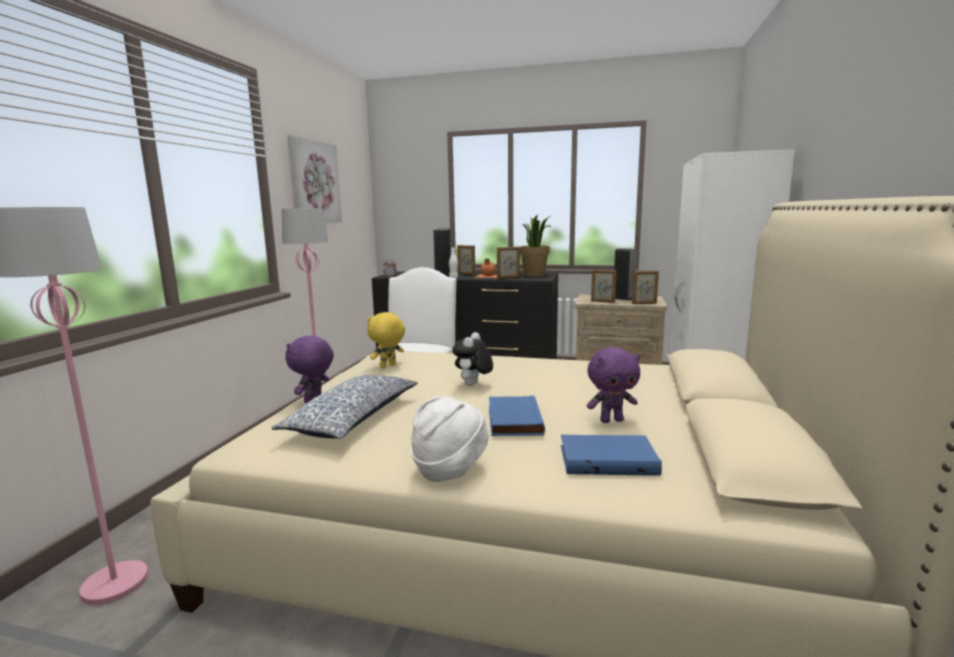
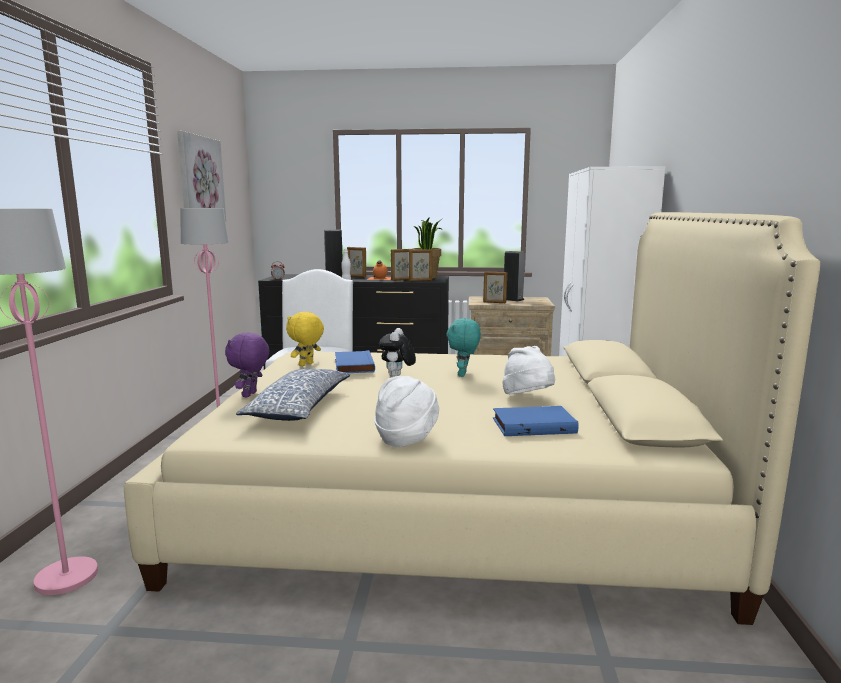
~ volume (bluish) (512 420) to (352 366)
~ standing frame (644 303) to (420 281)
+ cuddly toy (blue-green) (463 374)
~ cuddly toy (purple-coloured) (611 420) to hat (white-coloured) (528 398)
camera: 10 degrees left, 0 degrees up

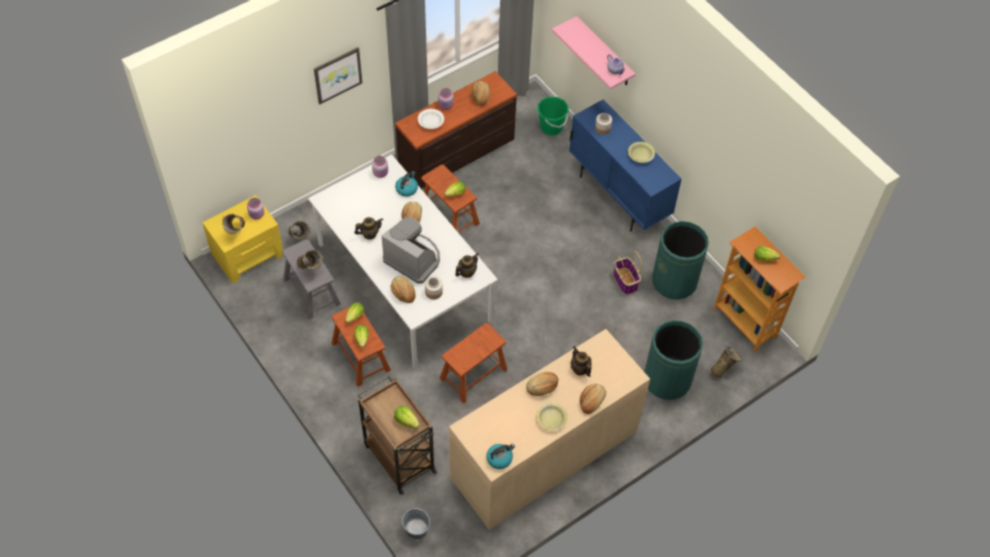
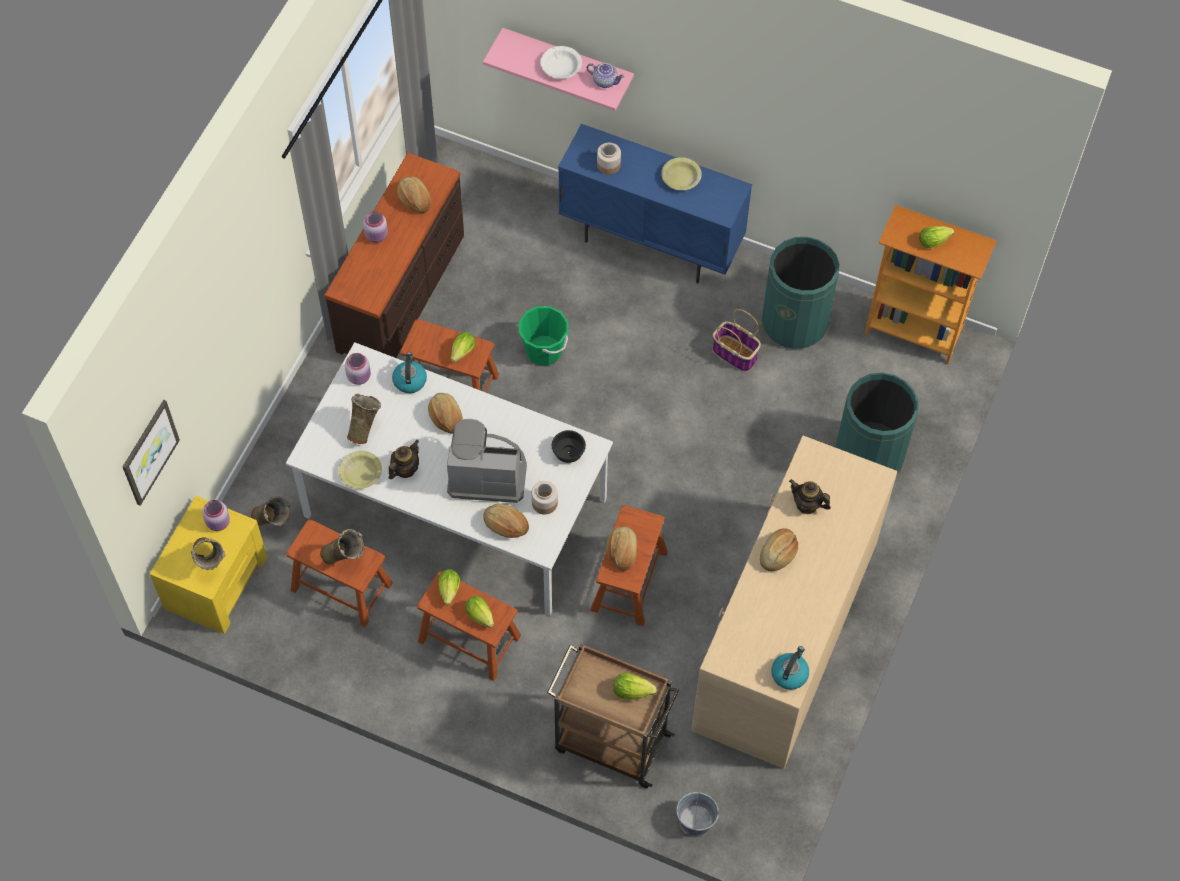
~ wall art (337 75) to (149 452)
~ stool (grey) (312 291) to stool (brownish) (341 586)
~ bowl (yellow-coloured) (551 419) to (360 473)
~ decorative vase (sand-coloured) (723 369) to (365 429)
~ pail (greenish) (551 127) to (544 351)
~ bowl (white-coloured) (431 122) to (561 67)
~ teapot (466 272) to bowl (black) (567 453)
~ bakery bread (592 401) to (622 551)
camera: 30 degrees left, 5 degrees up

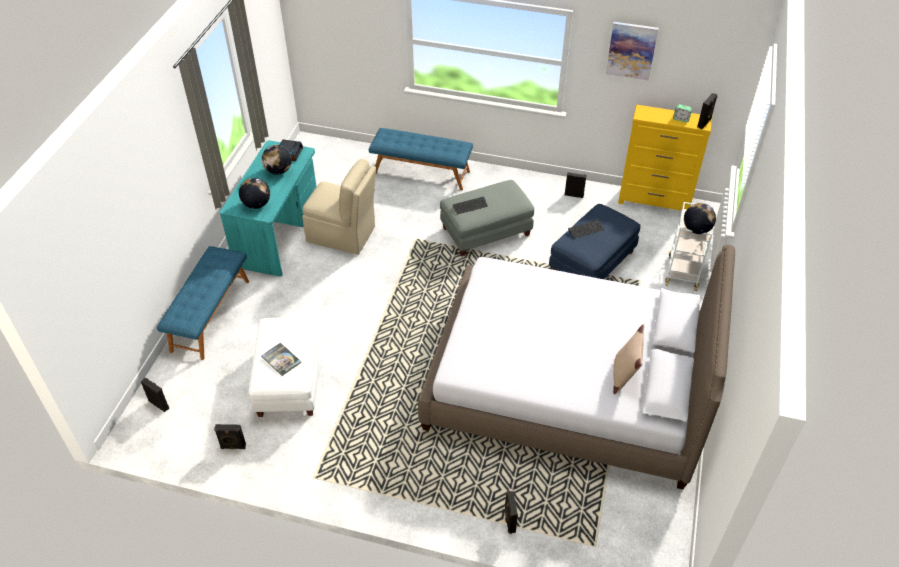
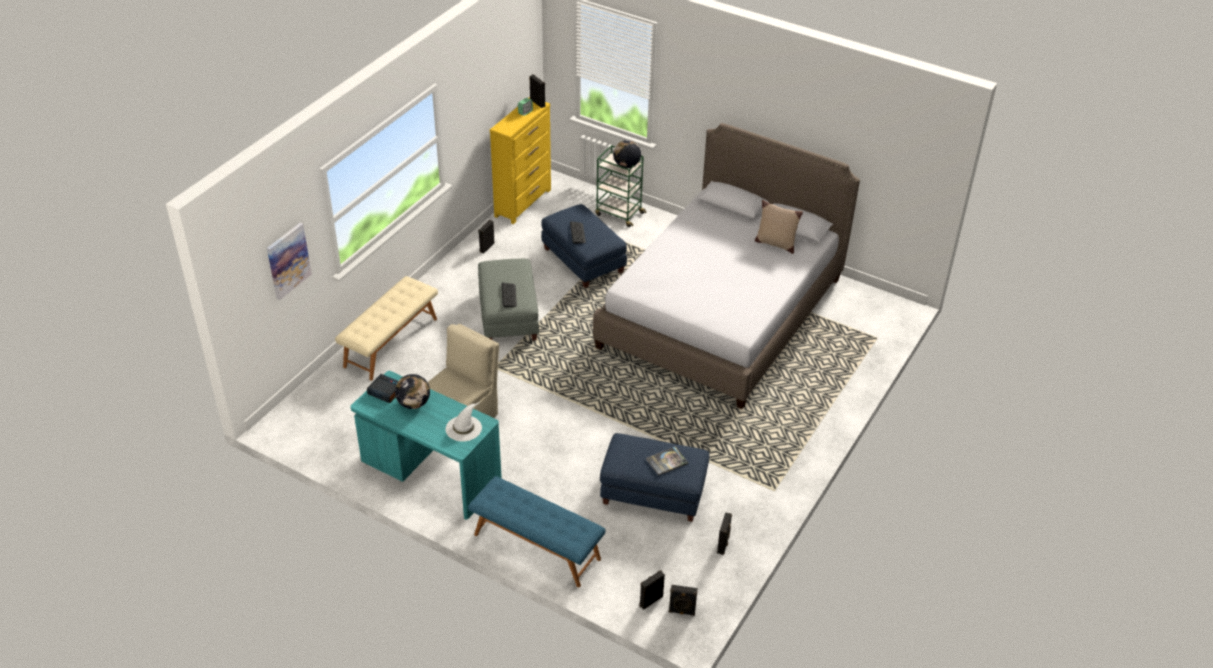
~ wall art (631 50) to (288 260)
~ indoor bench (bluish) (422 172) to indoor bench (sand-coloured) (390 342)
~ desk globe (257 204) to hat (white-coloured) (464 428)
~ wheeled cart (white-coloured) (682 272) to wheeled cart (greenish) (619 214)
~ pouffe (white-coloured) (289 380) to pouffe (bluish) (652 492)
~ loudspeaker (black) (509 521) to (681 612)
camera: 75 degrees left, 5 degrees down

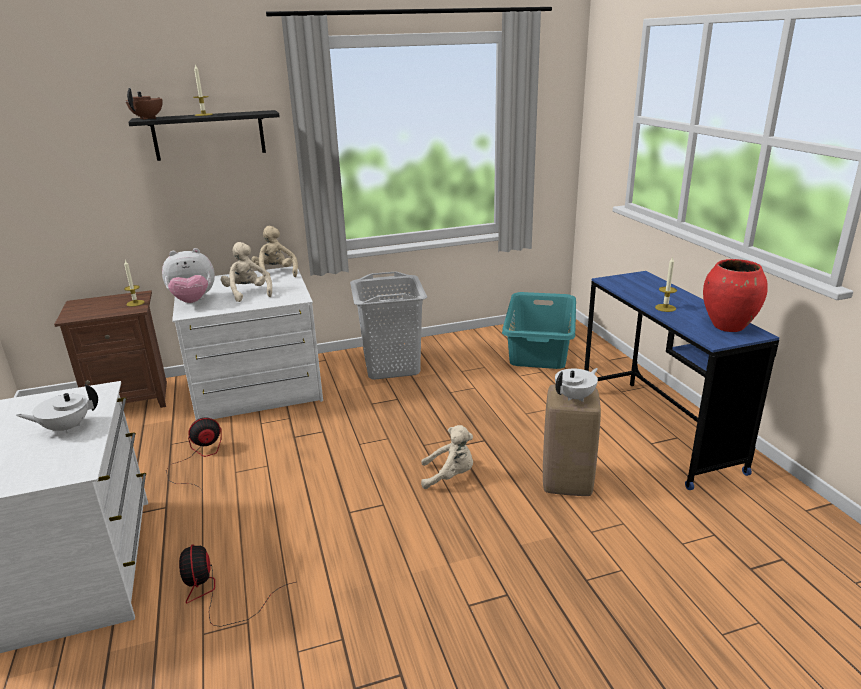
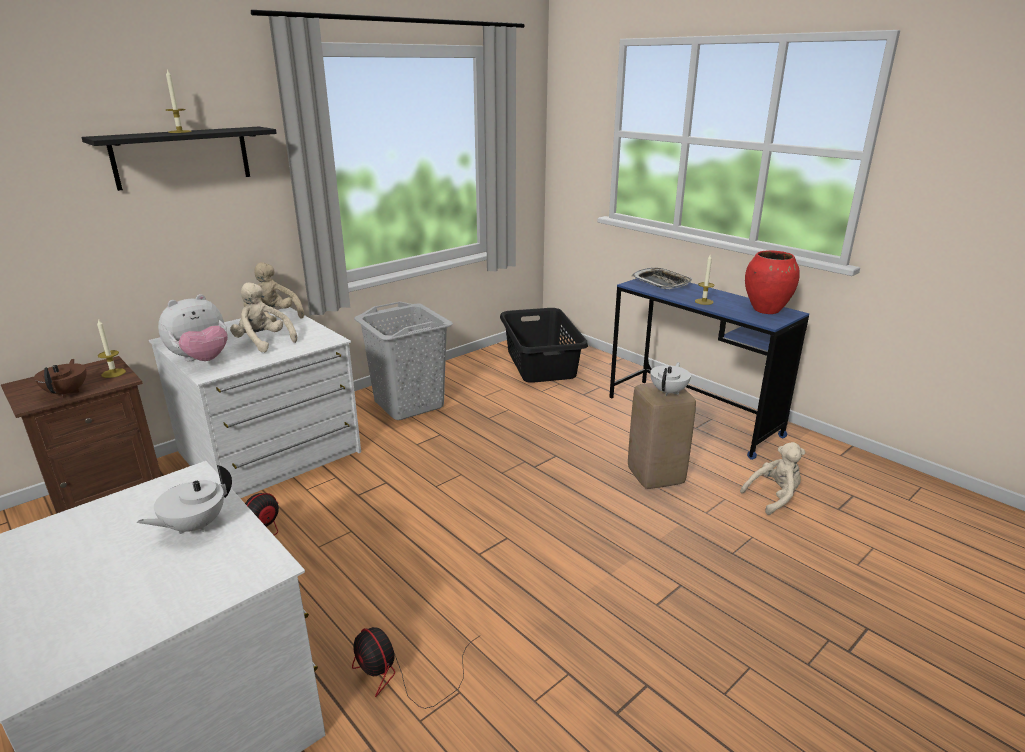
~ teapot (brownish) (148 118) to (67 392)
~ washing basket (blue-green) (540 349) to washing basket (black) (541 363)
+ carrying tray (661 283)
~ cuddly toy (sand-coloured) (450 476) to (774 497)
camera: 25 degrees left, 0 degrees up

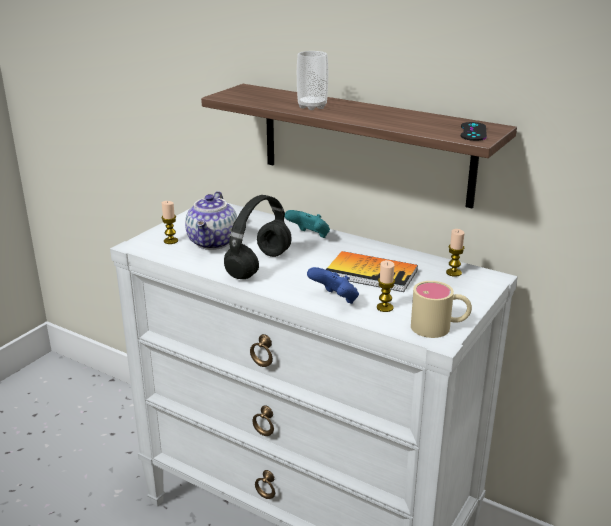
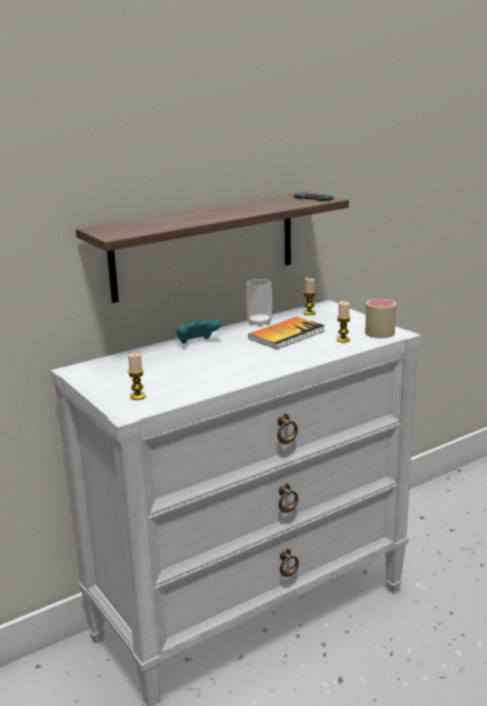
~ small cup (312 106) to (259 323)
- teapot (214 243)
- headphones (black) (259 264)
- gamepad (bluish) (335 300)
camera: 65 degrees left, 5 degrees down

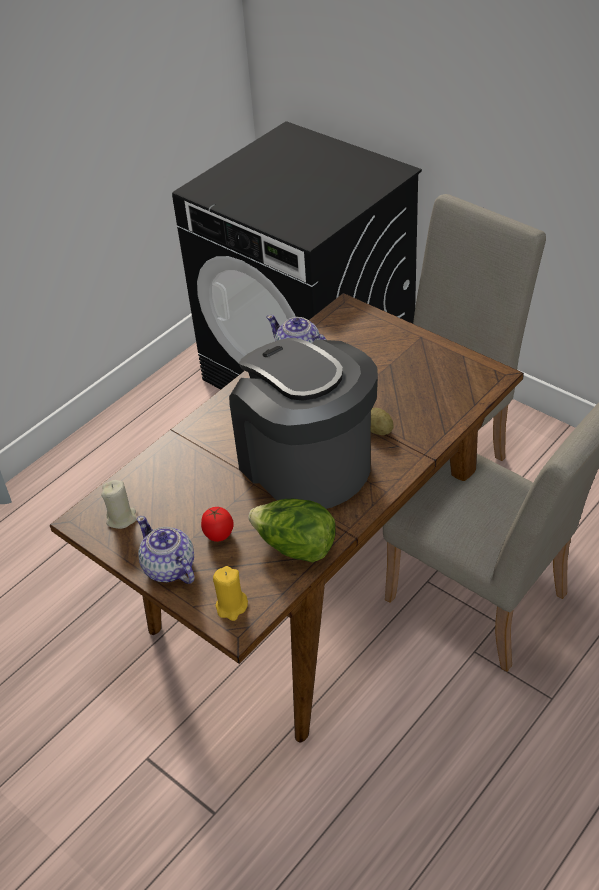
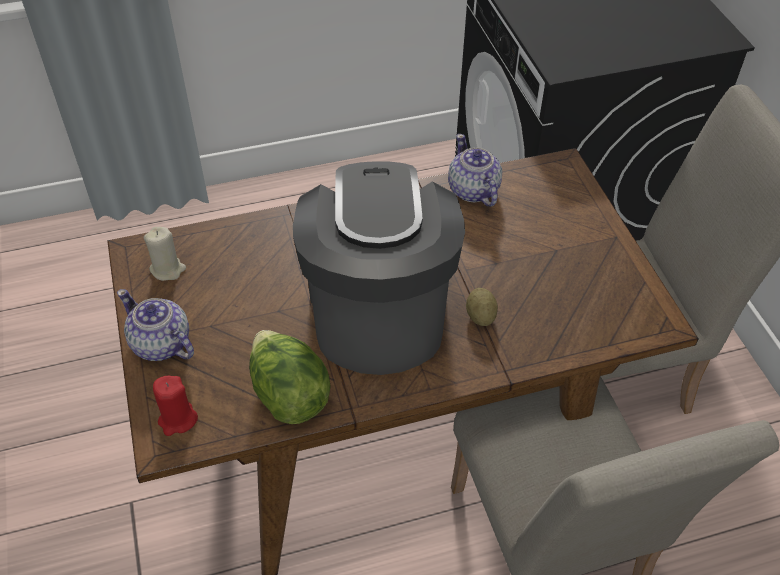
~ teapot (169 568) = (161 344) 45 degrees counterclockwise
~ wax light (yellow-coloured) (231 606) to wax light (reddish) (177 419)
- tomato (218 535)
camera: 30 degrees right, 5 degrees up

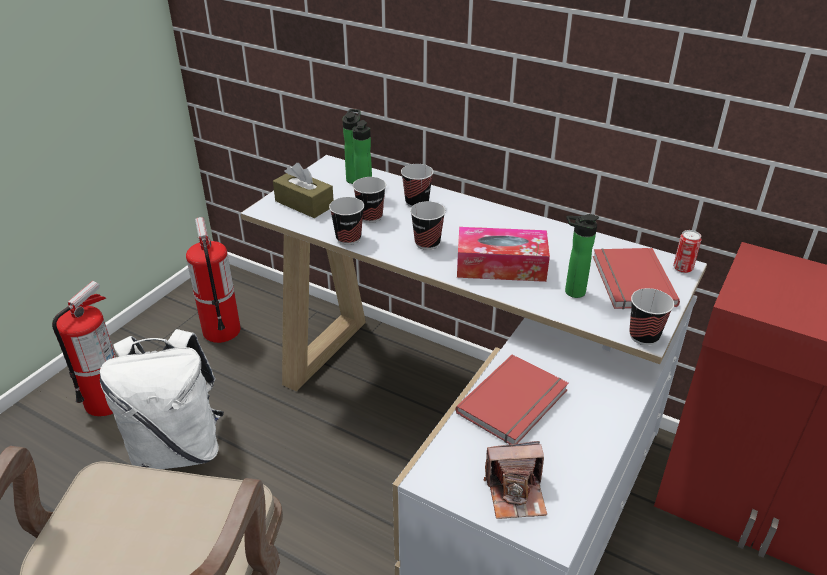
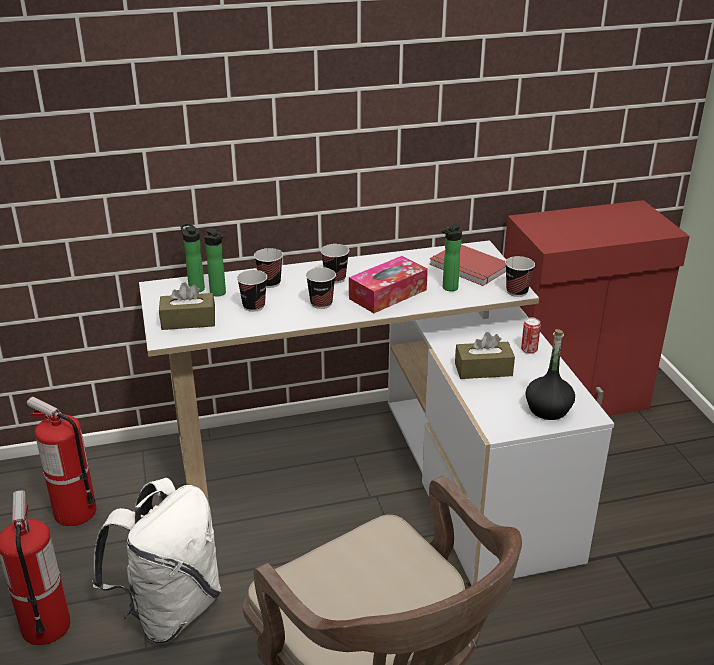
~ small cup (348 238) to (335 278)
~ volume (reddish) (515 403) to tissue holder (brownish) (483 369)
~ sealed can (682 268) to (529 350)
~ still camera (516 494) to drink bottle (black) (548 409)
camera: 45 degrees left, 5 degrees down

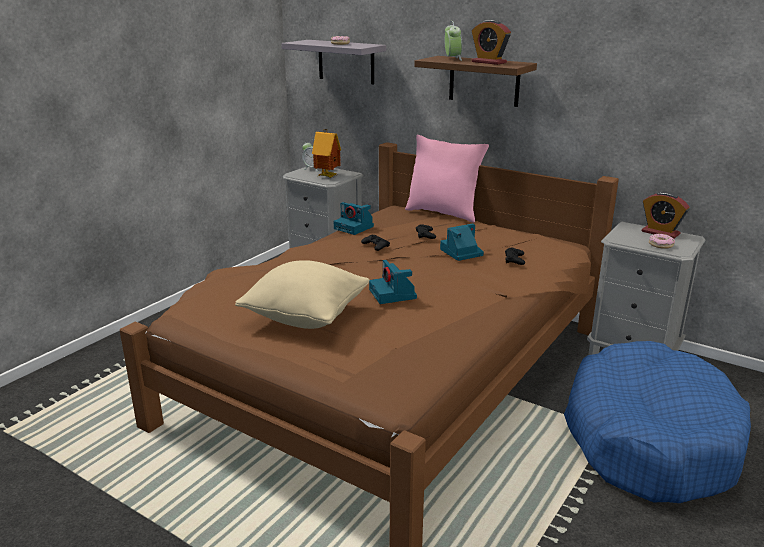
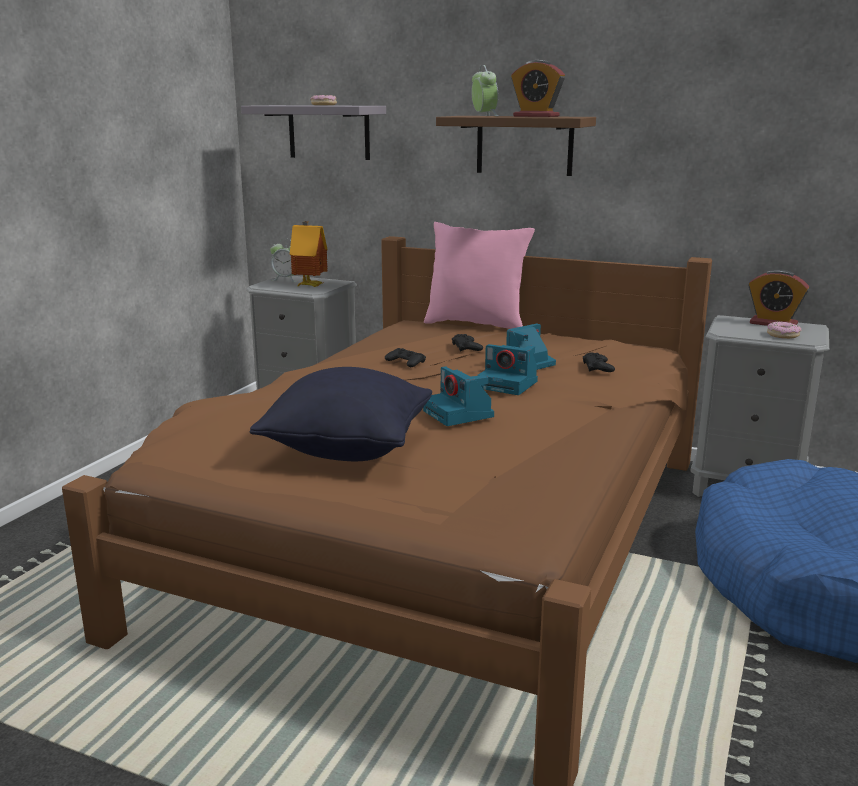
~ pillow (sand-coloured) (306 317) to pillow (black) (348 449)
~ still camera (354 227) to (509 385)
camera: 10 degrees left, 5 degrees down

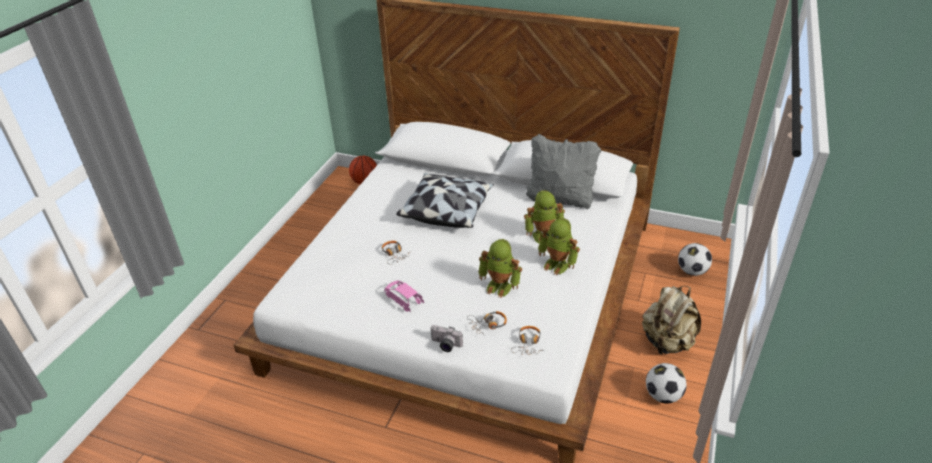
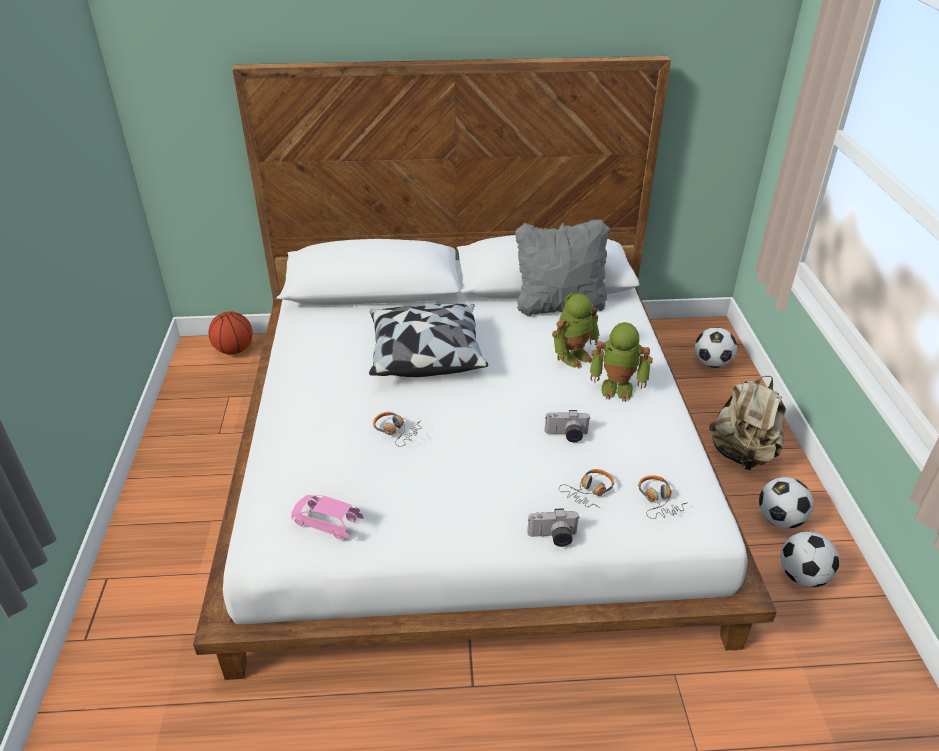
~ model car (pinkish) (403 300) to (326 523)
~ model robot (500 286) to still camera (566 435)
+ football ball (802 576)
camera: 25 degrees left, 0 degrees up

